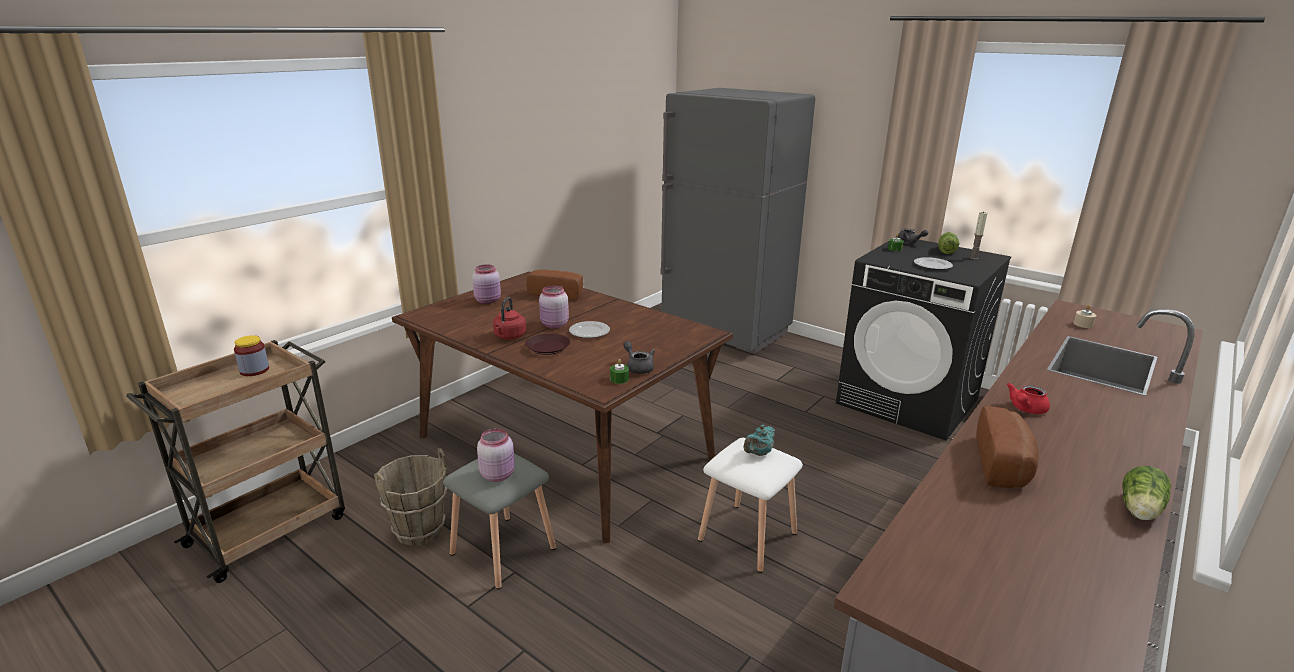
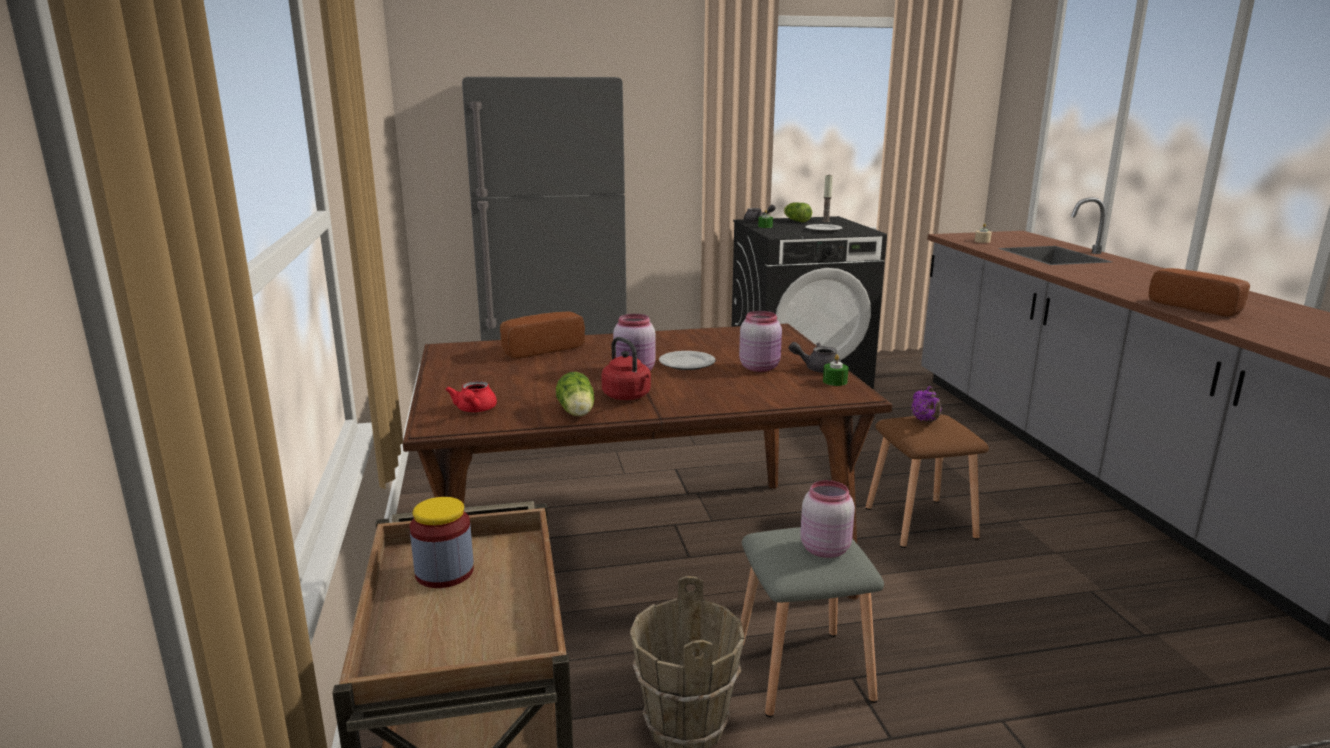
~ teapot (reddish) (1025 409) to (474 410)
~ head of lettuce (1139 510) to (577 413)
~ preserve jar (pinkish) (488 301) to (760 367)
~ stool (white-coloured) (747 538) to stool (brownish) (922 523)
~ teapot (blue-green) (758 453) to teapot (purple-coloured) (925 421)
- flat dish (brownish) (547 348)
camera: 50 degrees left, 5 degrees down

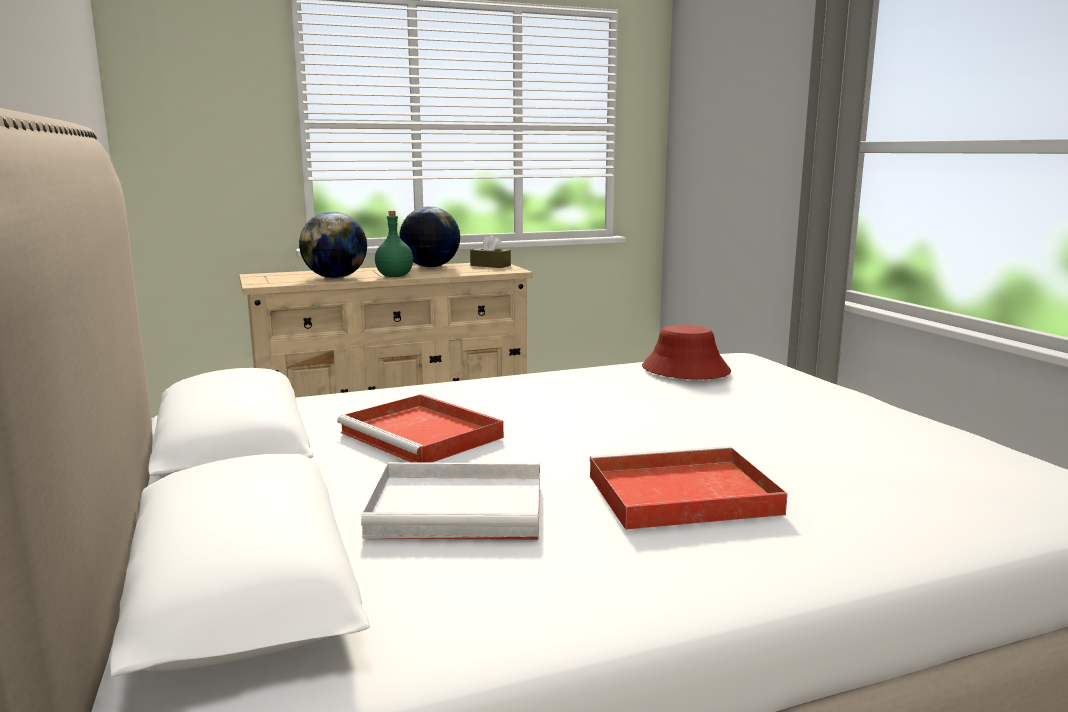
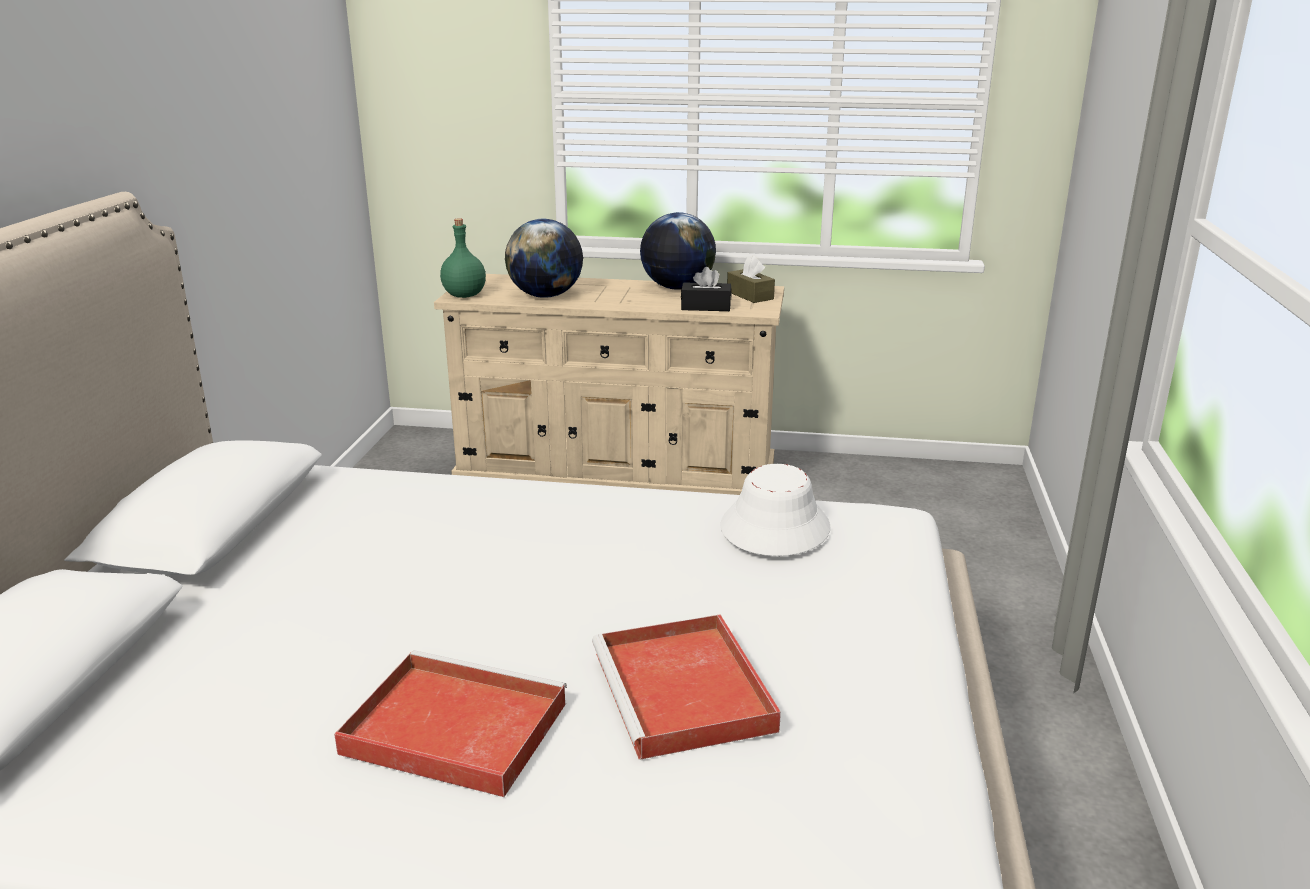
~ drink bottle (greenish) (394 276) to (463 295)
~ carrying tray (reddish) (424 436) to (685 693)
+ tissue holder (black) (706 307)
~ hat (reddish) (685 370) to hat (white-coloured) (774 527)
- carrying tray (white-coloured) (462 508)
camera: 30 degrees right, 10 degrees up

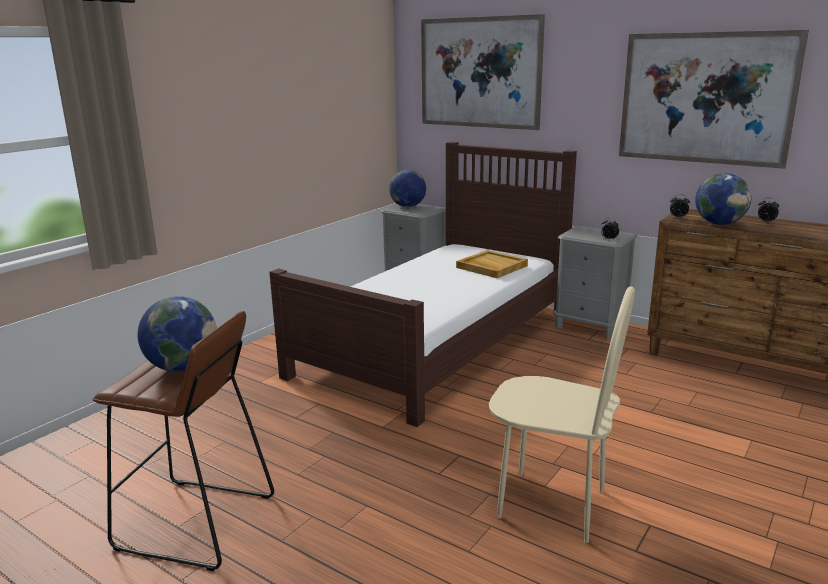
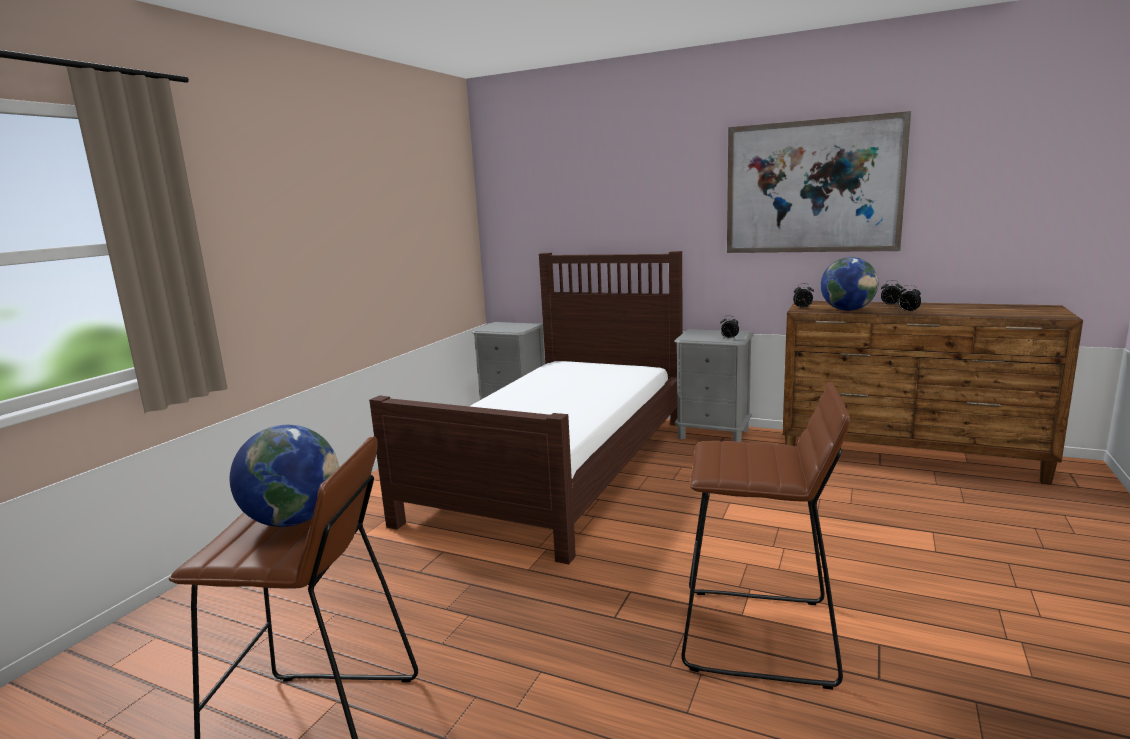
~ chair (sand-coloured) (551 504) to stool (brownish) (759 636)
+ table clock (907 312)
- desk globe (407 206)
- wall art (479 73)
- carrying tray (sand-coloured) (491 267)
camera: 10 degrees left, 5 degrees down

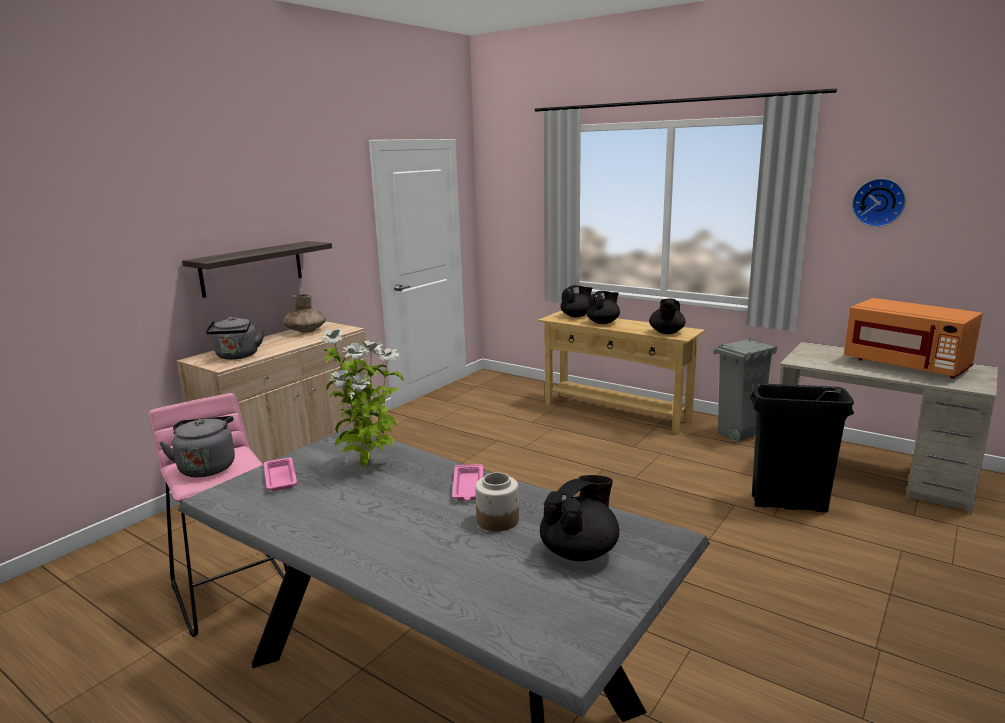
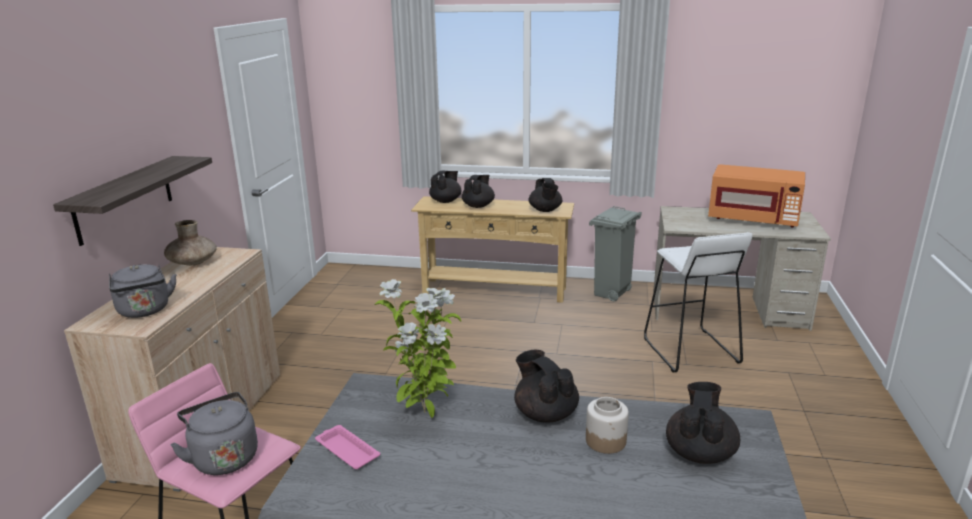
~ carrying tray (pinkish) (468 487) to teapot (black) (545 413)
~ waste bin (black) (788 504) to stool (white-coloured) (690 351)
- wall clock (879 202)
camera: 25 degrees left, 5 degrees up

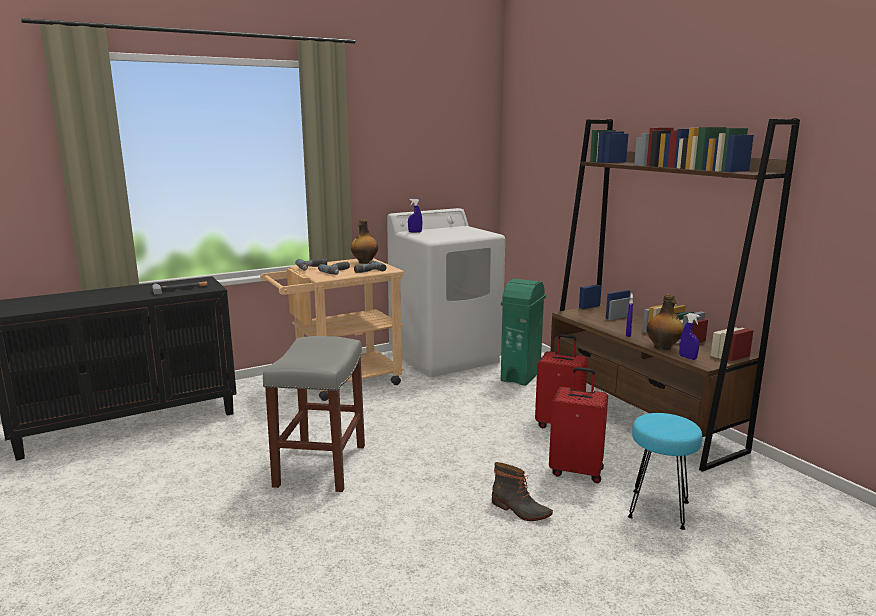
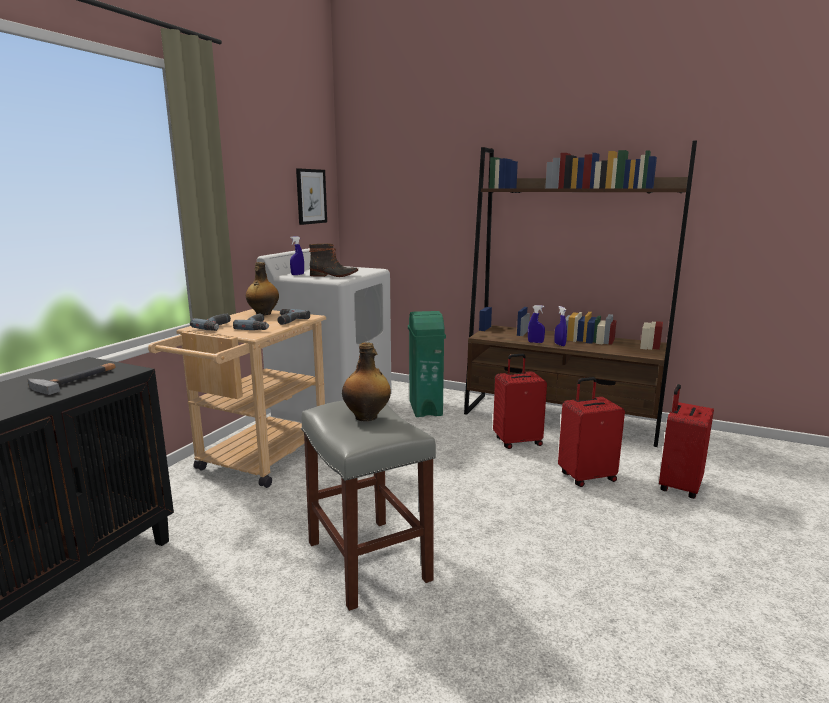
+ wall art (311 196)
~ high-top boot (520 510) to (334 275)
~ drink bottle (663 347) to (367 417)
~ hand sprayer (bluish) (687 358) to (535 342)
~ stool (blue-green) (658 509) to piece of luggage (reddish) (678 486)
camera: 35 degrees left, 0 degrees up

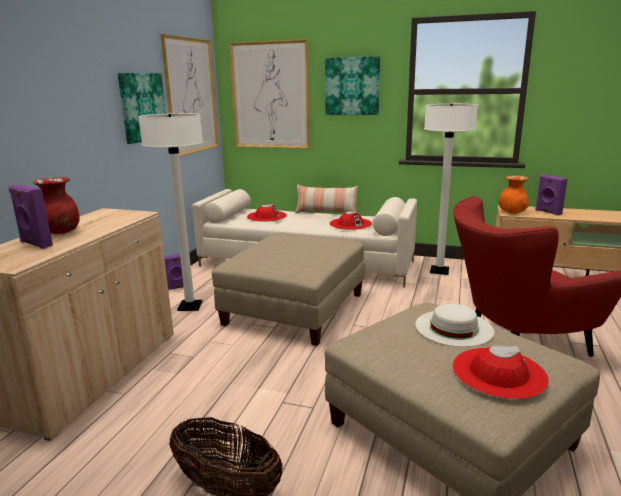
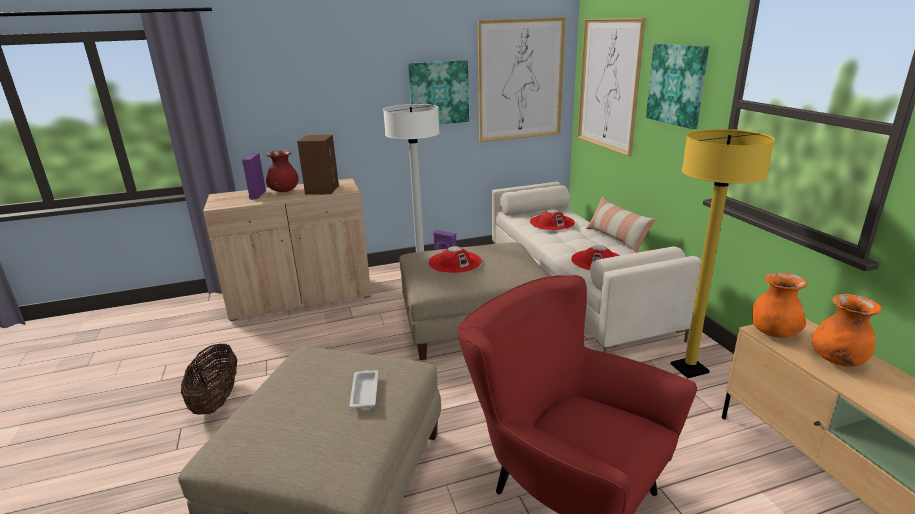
+ loudspeaker (brownish) (321 189)
~ hat (white-coloured) (453 327) to carrying tray (white-coloured) (365 391)
~ hat (reddish) (498 372) to (455 262)
~ standing lamp (white-coloured) (439 271) to standing lamp (yellow-coloured) (689 369)
~ loudspeaker (purple-coloured) (547 212) to decorative vase (orange) (837 360)
camera: 55 degrees right, 5 degrees up

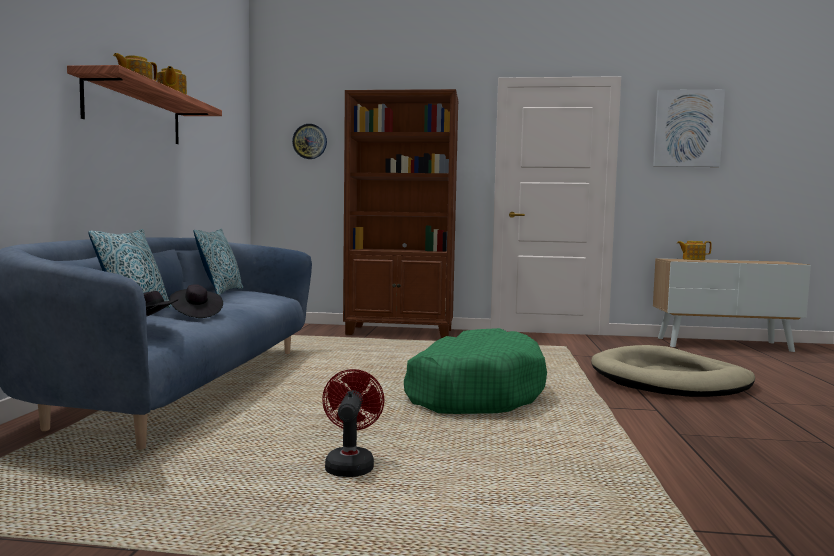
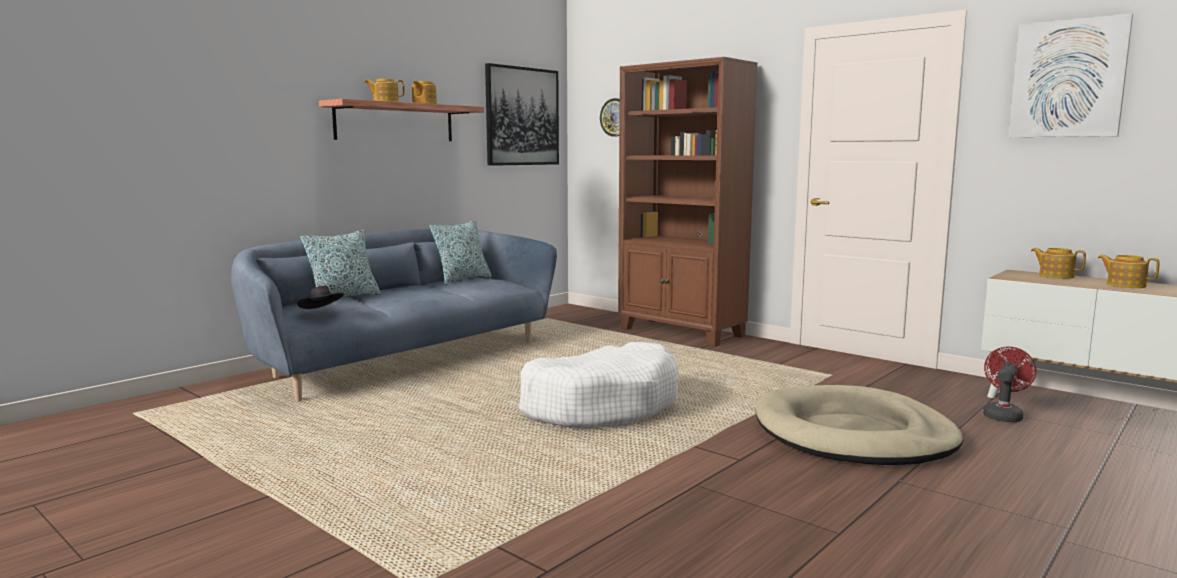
+ wall art (522 116)
~ dog cushion (greenish) (473 392) to dog cushion (white-coloured) (601 406)
~ cooling fan (reddish) (350 464) to (1003 415)
+ teapot (1125 285)
- hat (black) (196 314)
camera: 35 degrees right, 5 degrees up

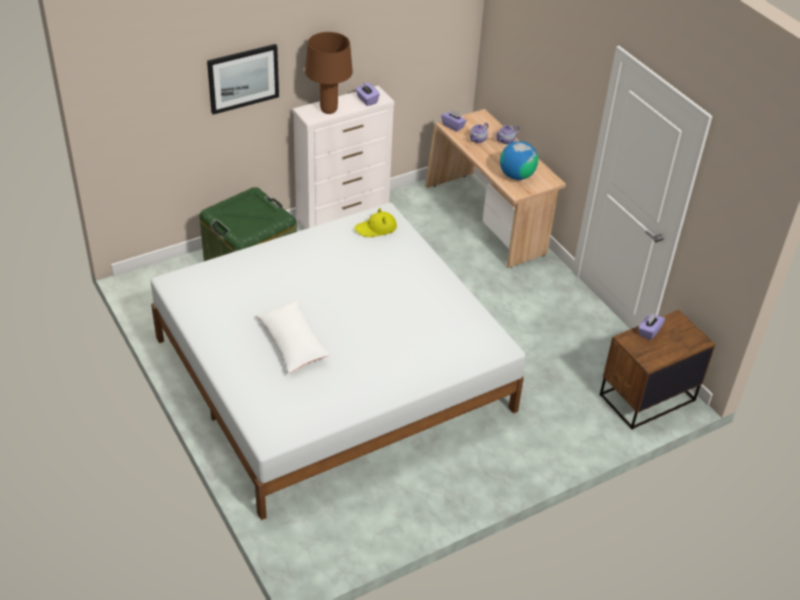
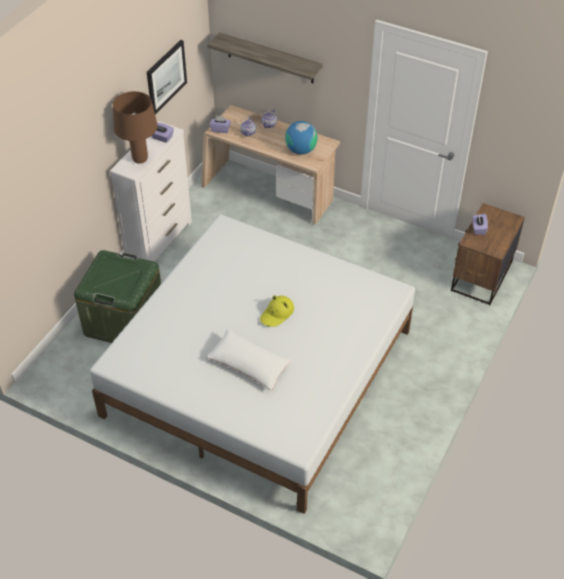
~ wall art (243 78) to (166 77)
+ wall shelf (270 58)
~ hat (yellow-coloured) (376 228) to (277 314)
camera: 30 degrees left, 5 degrees up

